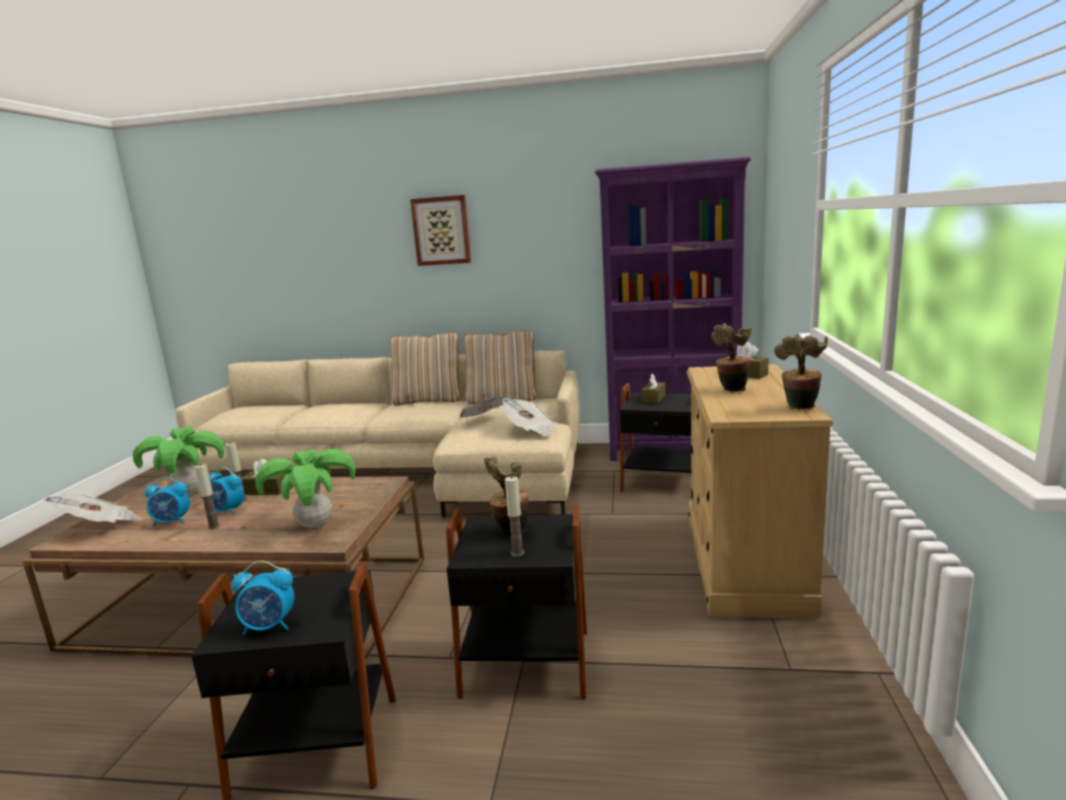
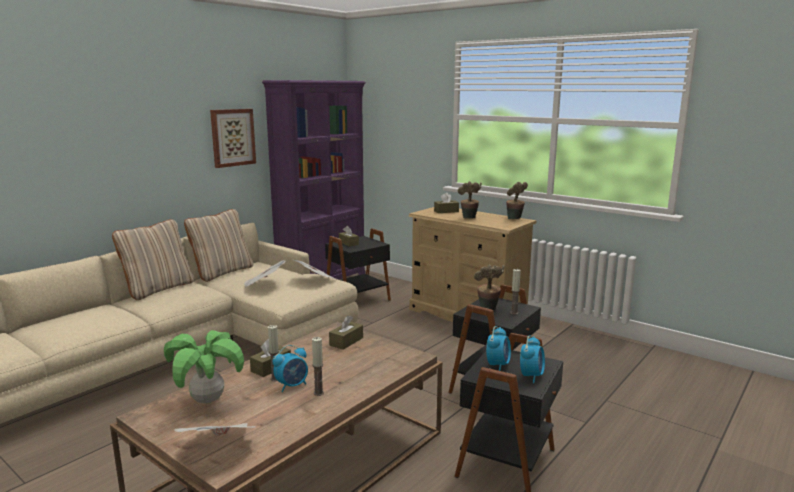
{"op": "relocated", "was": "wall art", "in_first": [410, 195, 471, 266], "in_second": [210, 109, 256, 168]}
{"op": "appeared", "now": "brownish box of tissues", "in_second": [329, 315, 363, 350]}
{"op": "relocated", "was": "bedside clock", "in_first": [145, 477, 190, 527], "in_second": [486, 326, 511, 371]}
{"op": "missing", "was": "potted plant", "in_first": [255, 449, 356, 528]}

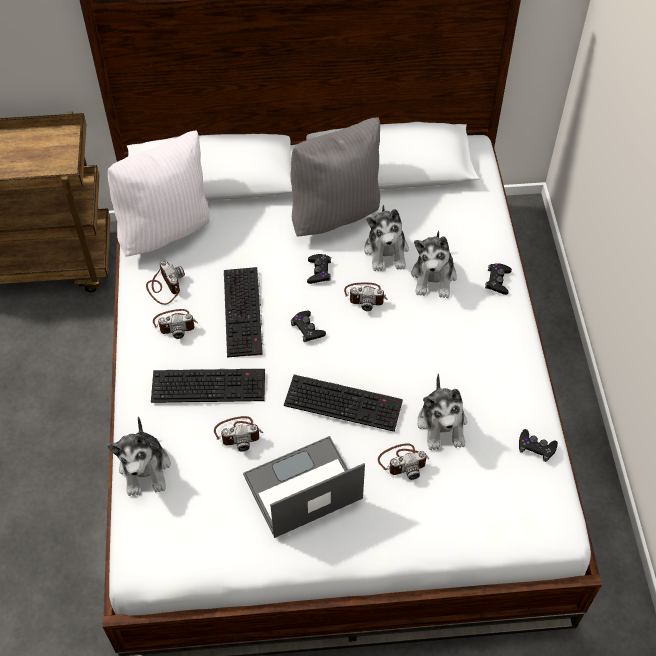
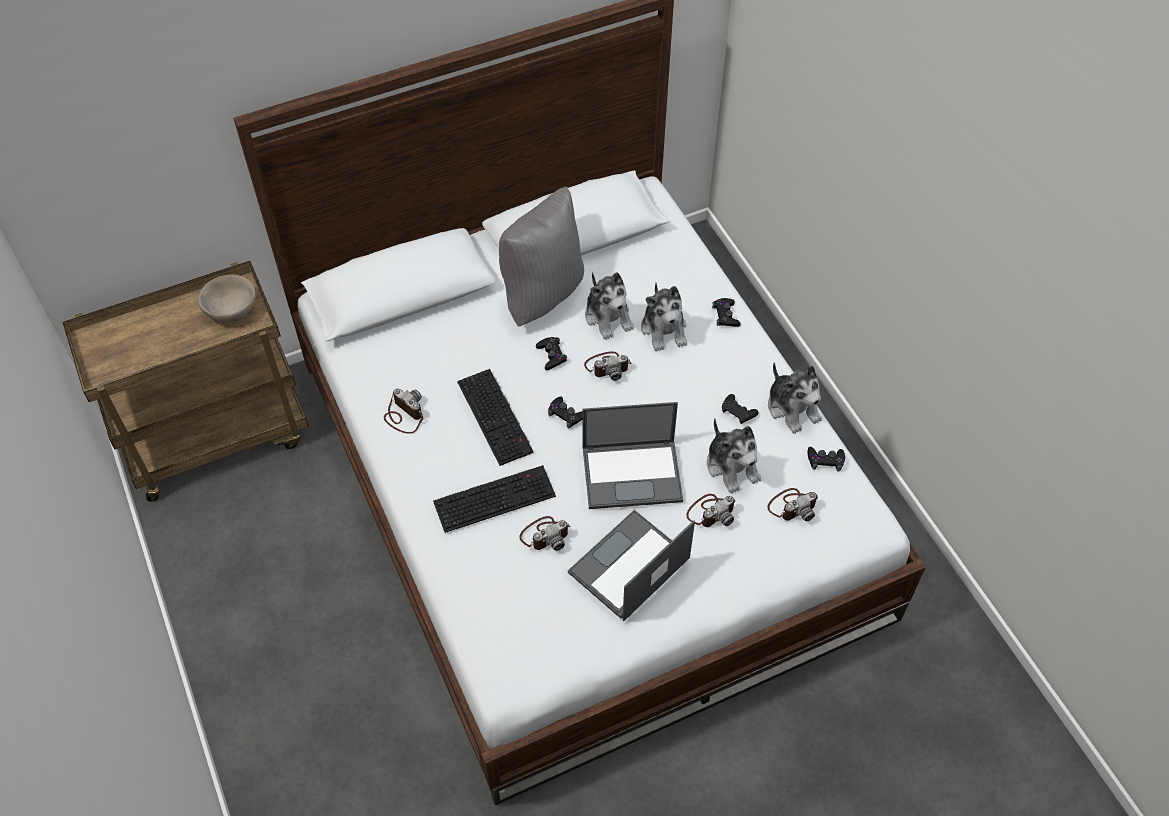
{"op": "appeared", "now": "beige-coloured deep dish", "in_second": [198, 274, 256, 322]}
{"op": "exchanged", "was": "computer keyboard", "now": "notebook computer", "in_first": [284, 375, 403, 432], "in_second": [583, 402, 683, 509]}
{"op": "appeared", "now": "black gamepad", "in_second": [722, 394, 759, 424]}
{"op": "relocated", "was": "photo camera", "in_first": [153, 309, 198, 339], "in_second": [767, 488, 818, 522]}
{"op": "relocated", "was": "soft toy", "in_first": [107, 416, 171, 496], "in_second": [768, 362, 822, 434]}
{"op": "missing", "was": "white throw pillow", "in_first": [108, 131, 210, 257]}

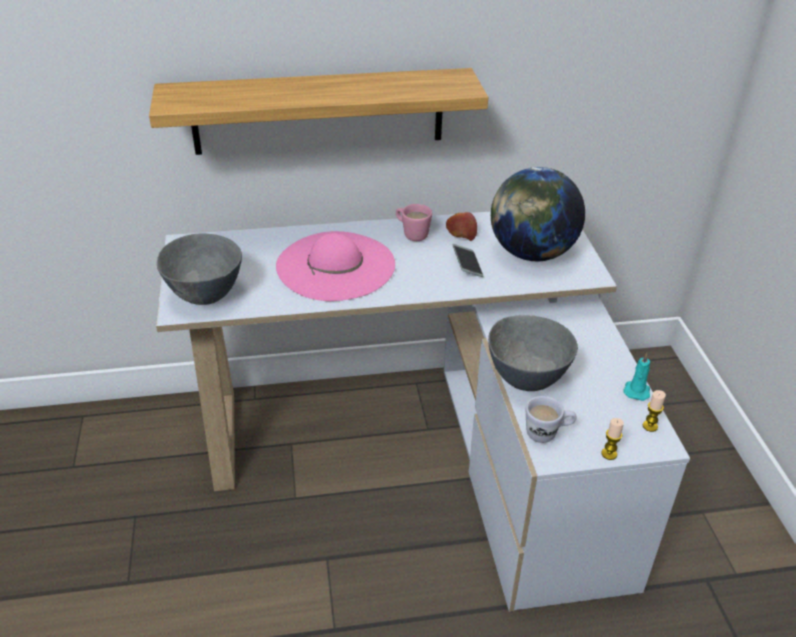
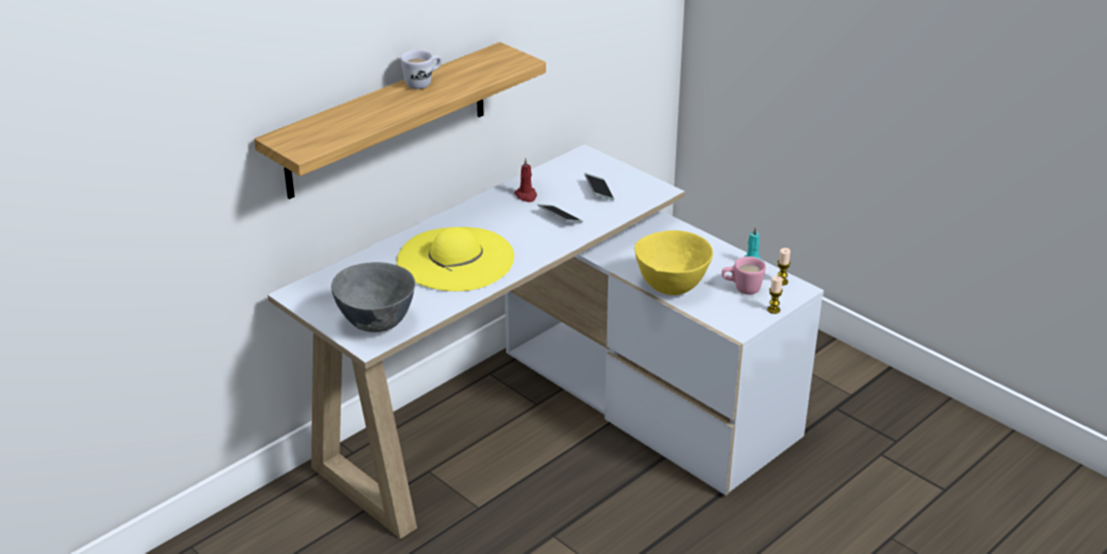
{"op": "colour", "was": "pink-coloured hat", "now": "yellow hat", "in_first": [276, 231, 395, 301], "in_second": [397, 227, 514, 291]}
{"op": "relocated", "was": "white mug", "in_first": [526, 396, 577, 443], "in_second": [400, 50, 442, 89]}
{"op": "exchanged", "was": "apple", "now": "red-coloured wax light", "in_first": [446, 212, 477, 241], "in_second": [514, 158, 537, 202]}
{"op": "exchanged", "was": "globe", "now": "phone", "in_first": [491, 167, 585, 261], "in_second": [584, 173, 614, 201]}
{"op": "colour", "was": "gray deep dish", "now": "yellow deep dish", "in_first": [488, 315, 578, 391], "in_second": [635, 230, 713, 295]}
{"op": "relocated", "was": "pink-coloured mug", "in_first": [396, 204, 432, 241], "in_second": [722, 256, 766, 295]}

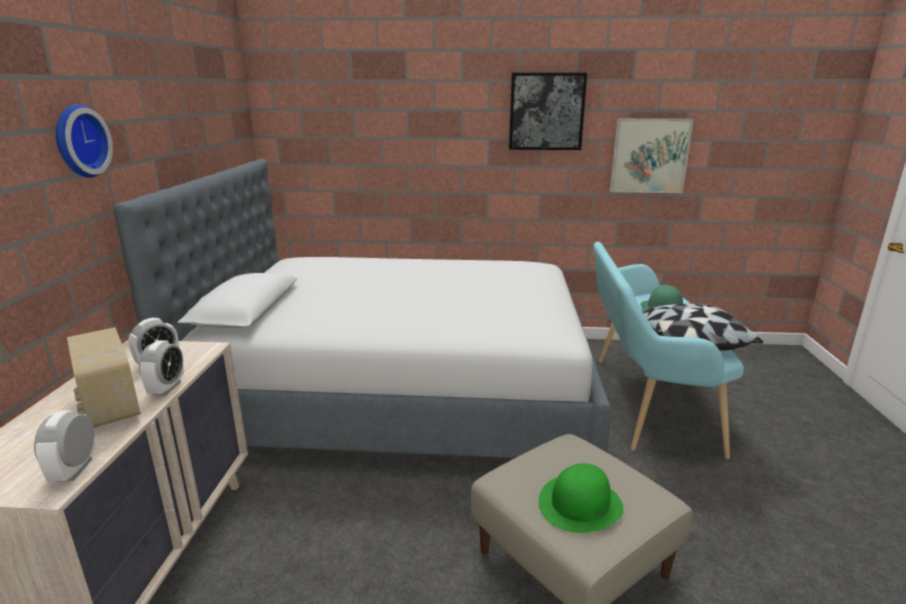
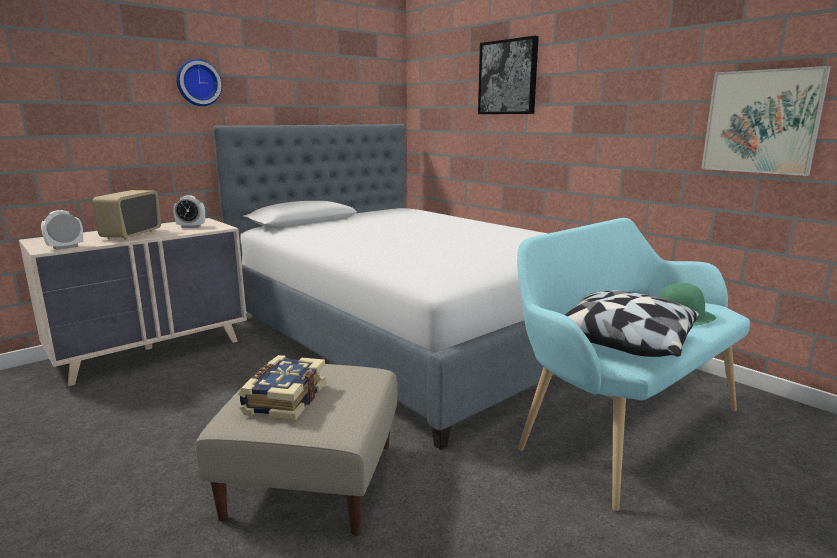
{"op": "exchanged", "was": "green-coloured hat", "now": "volume", "in_first": [538, 463, 623, 533], "in_second": [238, 355, 326, 421]}
{"op": "relocated", "was": "wall art", "in_first": [509, 73, 587, 150], "in_second": [478, 36, 539, 114]}
{"op": "missing", "was": "bedside clock", "in_first": [139, 340, 184, 396]}

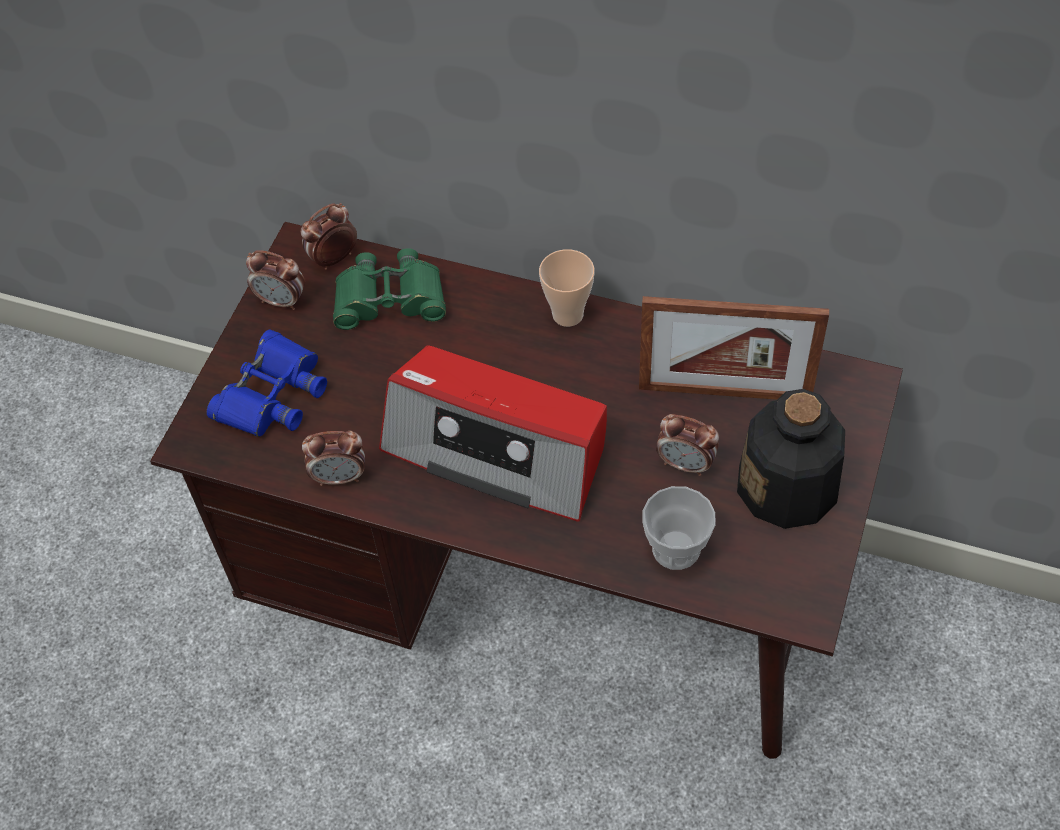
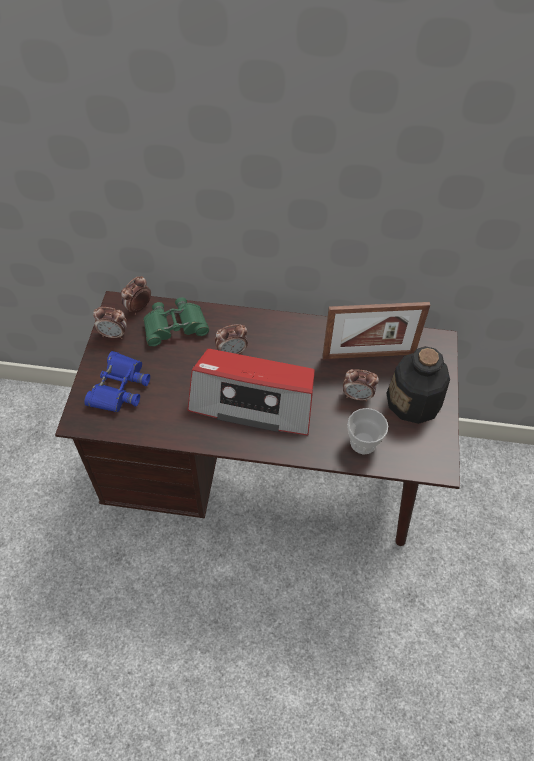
{"op": "relocated", "was": "bedside clock", "in_first": [302, 431, 365, 486], "in_second": [215, 324, 248, 354]}
{"op": "missing", "was": "drinking cup", "in_first": [539, 249, 595, 327]}

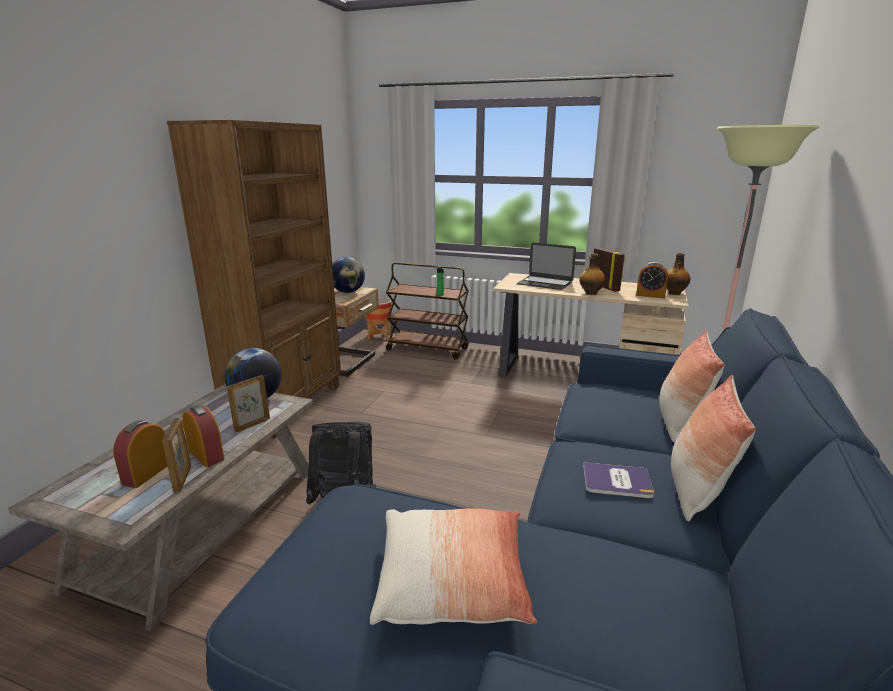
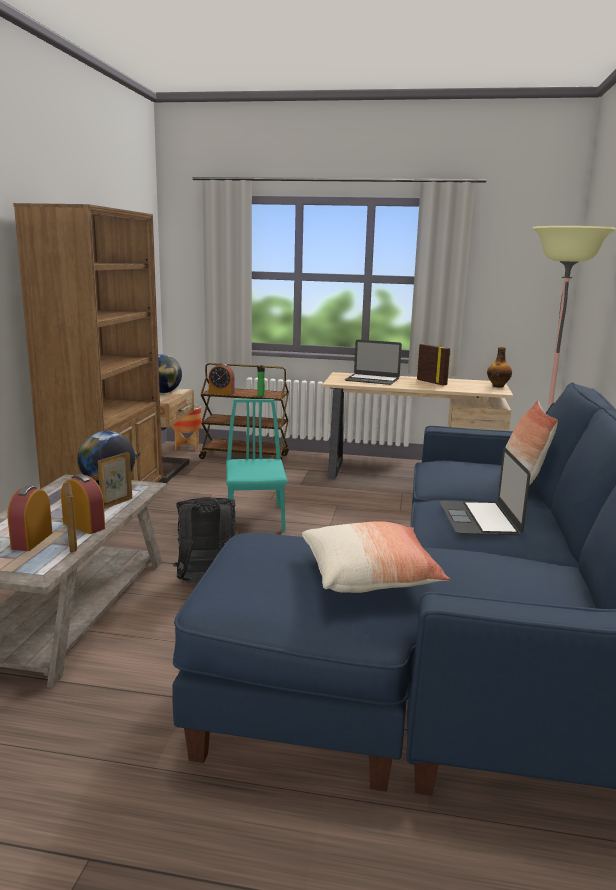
{"op": "relocated", "was": "bedside clock", "in_first": [636, 262, 668, 299], "in_second": [209, 363, 235, 395]}
{"op": "appeared", "now": "blue-green upright chair", "in_second": [226, 399, 287, 531]}
{"op": "exchanged", "was": "volume", "now": "notebook computer", "in_first": [583, 462, 654, 498], "in_second": [440, 447, 530, 535]}
{"op": "missing", "was": "beverage bottle", "in_first": [580, 253, 606, 295]}
{"op": "missing", "was": "throw pillow", "in_first": [671, 375, 756, 521]}

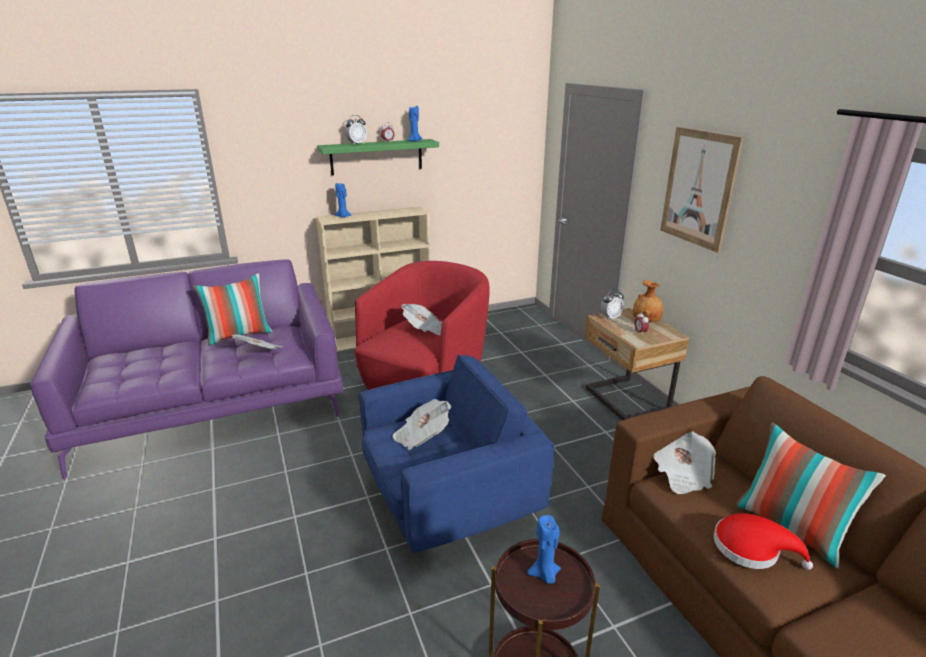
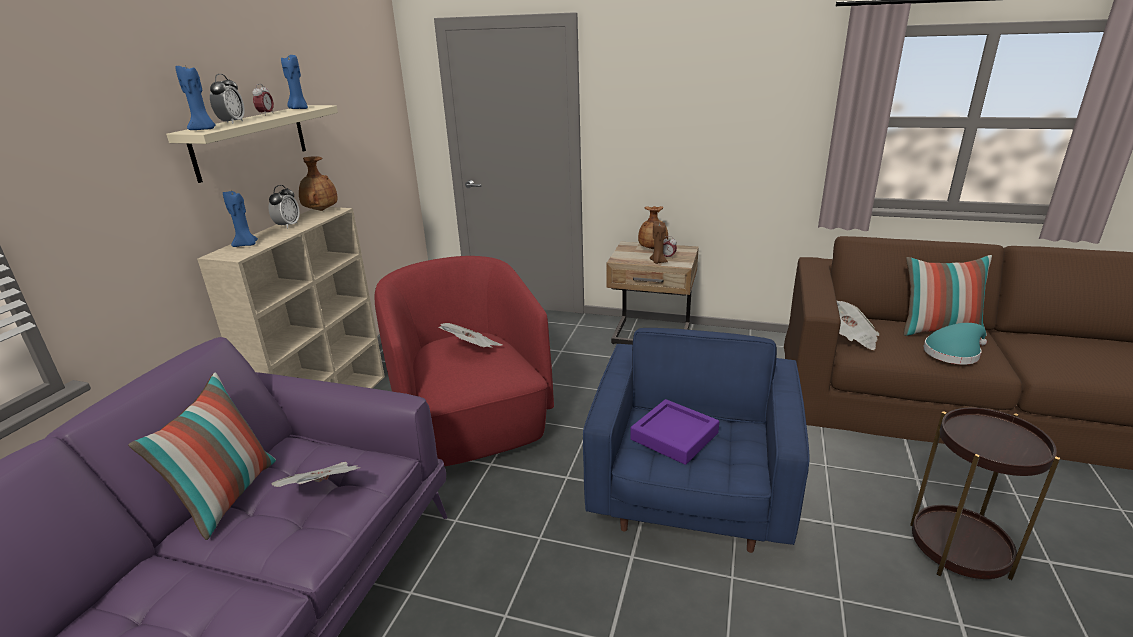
{"op": "colour", "was": "green-coloured wall shelf", "now": "beige-coloured wall shelf", "in_first": [317, 139, 439, 175], "in_second": [166, 105, 338, 183]}
{"op": "relocated", "was": "blue-coloured wax light", "in_first": [527, 515, 561, 584], "in_second": [175, 65, 216, 130]}
{"op": "relocated", "was": "bedside clock", "in_first": [600, 289, 624, 320], "in_second": [269, 185, 300, 229]}
{"op": "appeared", "now": "brownish vase", "in_second": [299, 156, 338, 211]}
{"op": "exchanged", "was": "daily paper", "now": "purplish serving tray", "in_first": [392, 399, 451, 450], "in_second": [630, 399, 719, 465]}
{"op": "appeared", "now": "brownish wax light", "in_second": [650, 221, 668, 264]}
{"op": "colour", "was": "red-coloured hat", "now": "blue-green hat", "in_first": [714, 513, 813, 570], "in_second": [923, 323, 987, 365]}
{"op": "missing", "was": "wall art", "in_first": [661, 127, 743, 253]}

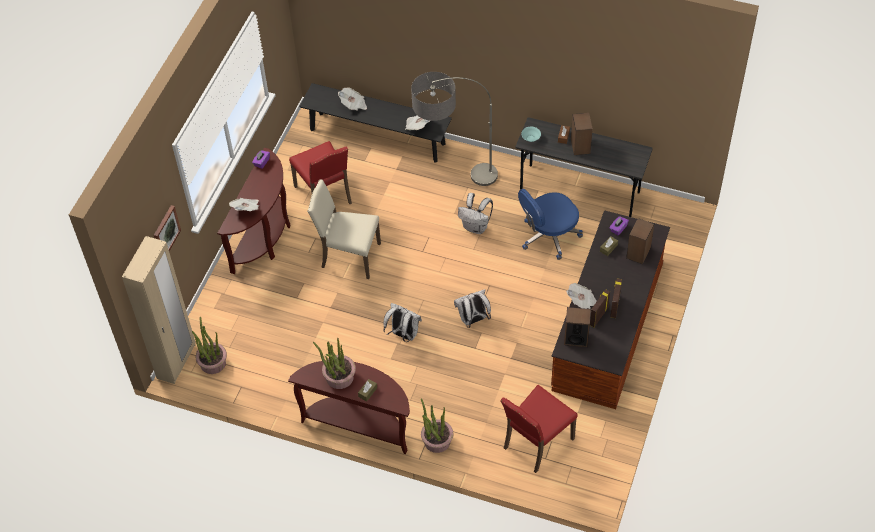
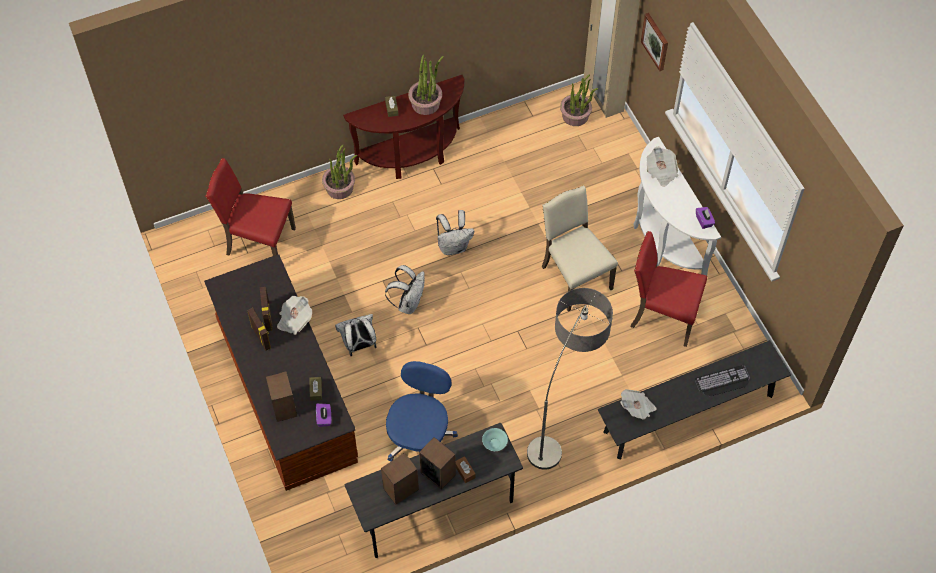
{"op": "spun", "was": "red-coloured upright chair", "in_first": [500, 385, 578, 473], "in_second": [205, 158, 296, 256], "clockwise": -75}
{"op": "relocated", "was": "white rucksack", "in_first": [458, 193, 493, 234], "in_second": [335, 314, 376, 356]}
{"op": "relocated", "was": "audio speaker", "in_first": [564, 307, 591, 347], "in_second": [381, 453, 419, 505]}
{"op": "spun", "was": "beige-coloured upright chair", "in_first": [307, 179, 381, 279], "in_second": [542, 185, 618, 312], "clockwise": -90}
{"op": "colour", "was": "brownish hall table", "now": "white hall table", "in_first": [217, 148, 290, 274], "in_second": [633, 137, 721, 276]}
{"op": "exchanged", "was": "daily paper", "now": "computer keyboard", "in_first": [338, 87, 367, 111], "in_second": [695, 365, 750, 396]}

